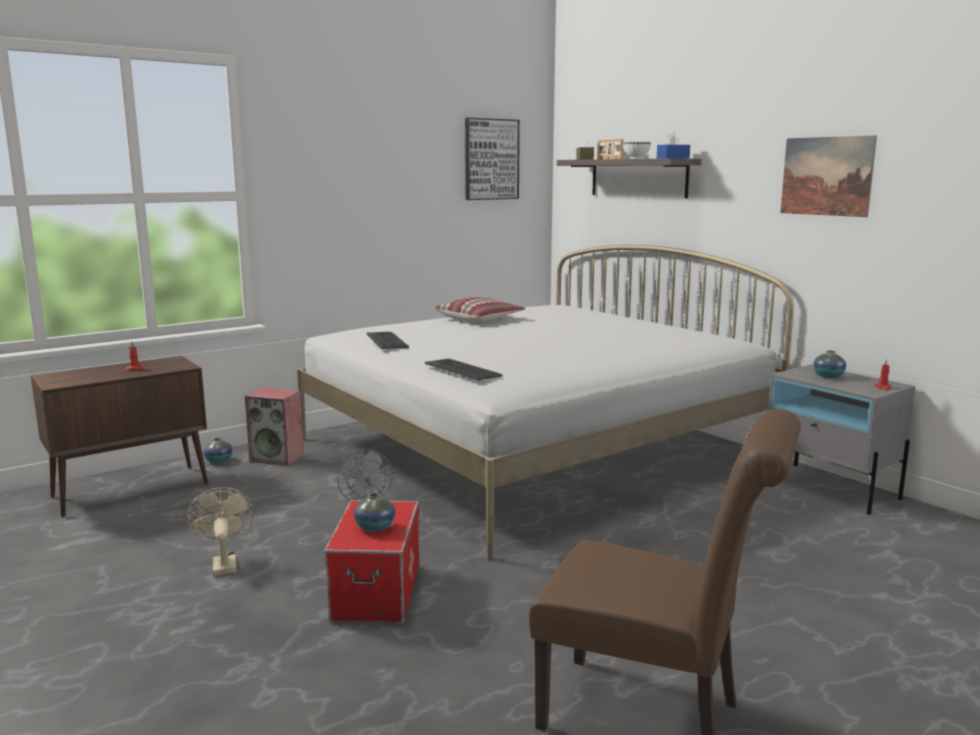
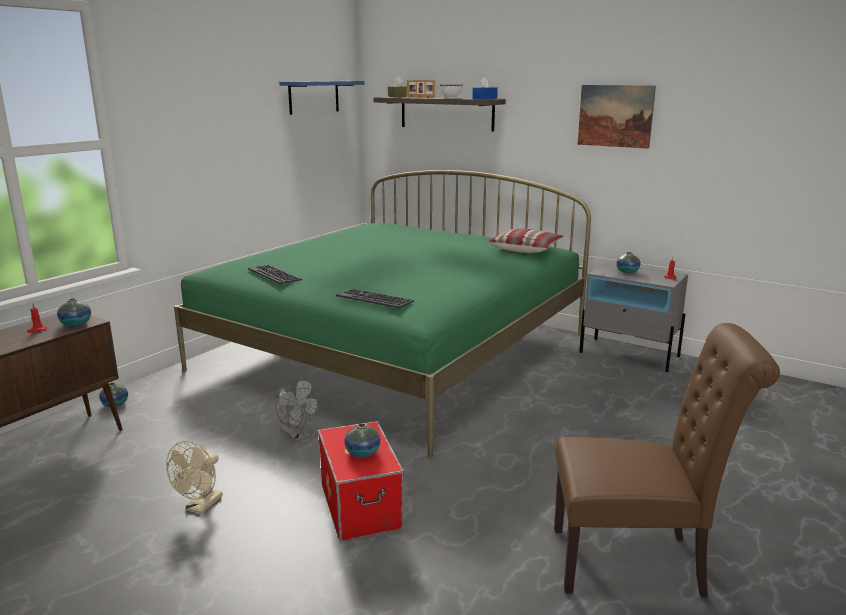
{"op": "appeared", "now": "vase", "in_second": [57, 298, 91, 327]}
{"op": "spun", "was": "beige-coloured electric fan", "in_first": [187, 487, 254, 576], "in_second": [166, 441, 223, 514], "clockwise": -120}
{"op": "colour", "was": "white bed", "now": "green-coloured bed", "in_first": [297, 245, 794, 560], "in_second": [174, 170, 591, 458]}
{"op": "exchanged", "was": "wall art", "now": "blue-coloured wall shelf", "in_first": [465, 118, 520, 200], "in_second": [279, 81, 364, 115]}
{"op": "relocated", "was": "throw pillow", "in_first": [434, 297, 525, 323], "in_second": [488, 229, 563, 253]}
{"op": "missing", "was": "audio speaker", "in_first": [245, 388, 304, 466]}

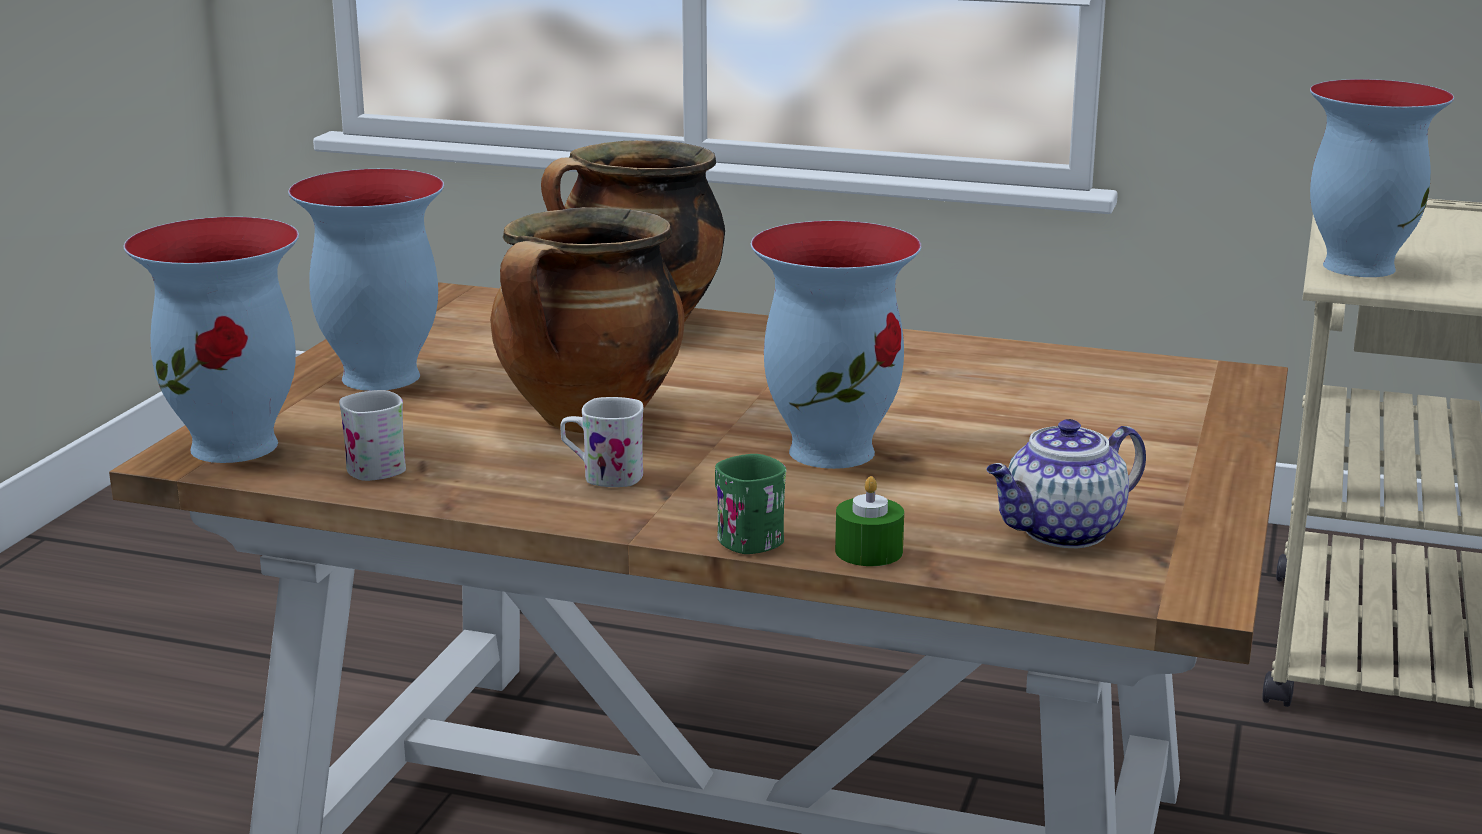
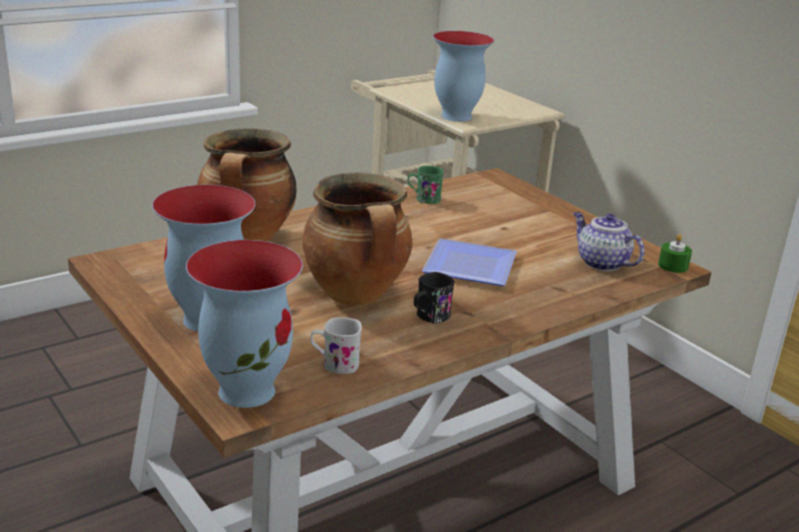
{"op": "relocated", "was": "green-coloured mug", "in_first": [715, 454, 787, 554], "in_second": [407, 166, 444, 204]}
{"op": "colour", "was": "white mug", "now": "black mug", "in_first": [561, 397, 643, 487], "in_second": [414, 272, 455, 324]}
{"op": "exchanged", "was": "vase", "now": "flat dish", "in_first": [751, 221, 922, 469], "in_second": [422, 239, 517, 286]}
{"op": "spun", "was": "tea pot", "in_first": [986, 419, 1146, 548], "in_second": [573, 212, 645, 271], "clockwise": 135}
{"op": "relocated", "was": "green-coloured wax light", "in_first": [835, 476, 904, 566], "in_second": [658, 234, 692, 273]}

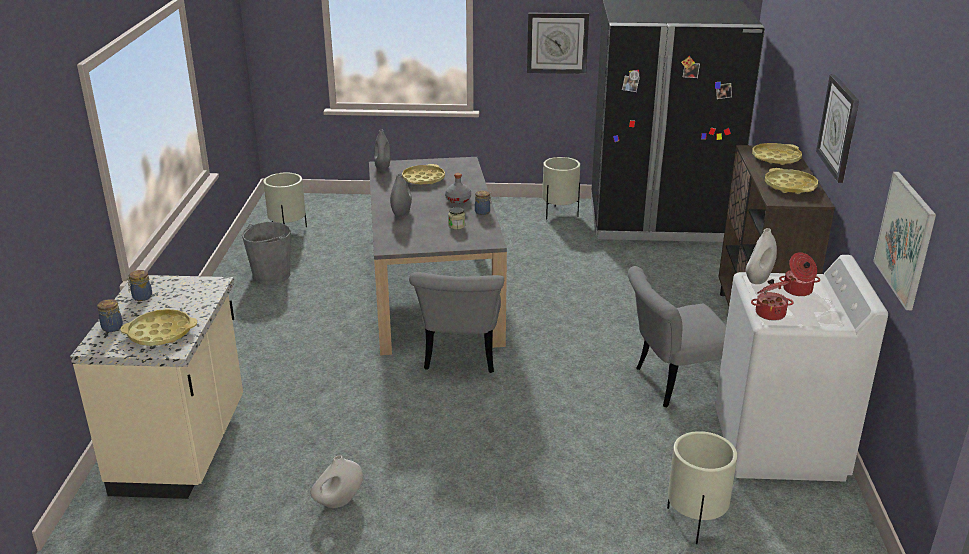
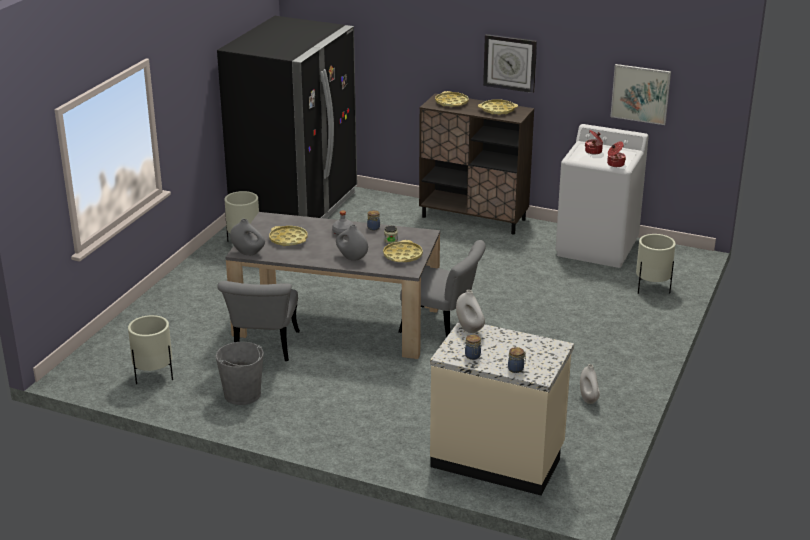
{"op": "relocated", "was": "gray upright chair", "in_first": [628, 266, 726, 408], "in_second": [217, 281, 300, 361]}
{"op": "relocated", "was": "yellow serving tray", "in_first": [121, 309, 197, 346], "in_second": [383, 240, 423, 262]}
{"op": "relocated", "was": "white vase", "in_first": [746, 228, 777, 284], "in_second": [456, 290, 485, 333]}
{"op": "missing", "was": "clock on the wall", "in_first": [527, 13, 589, 74]}

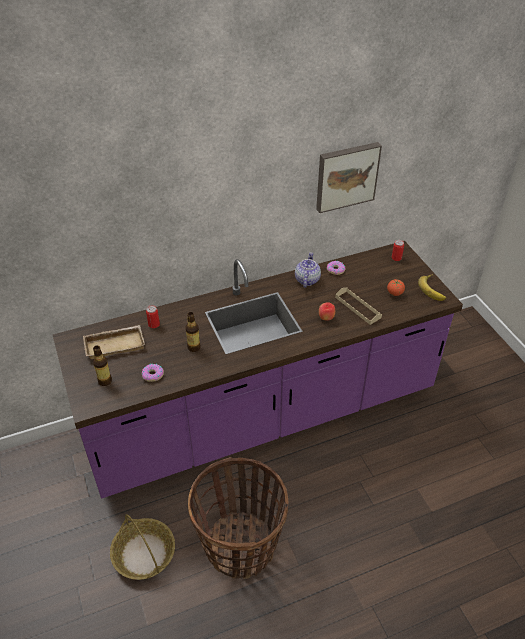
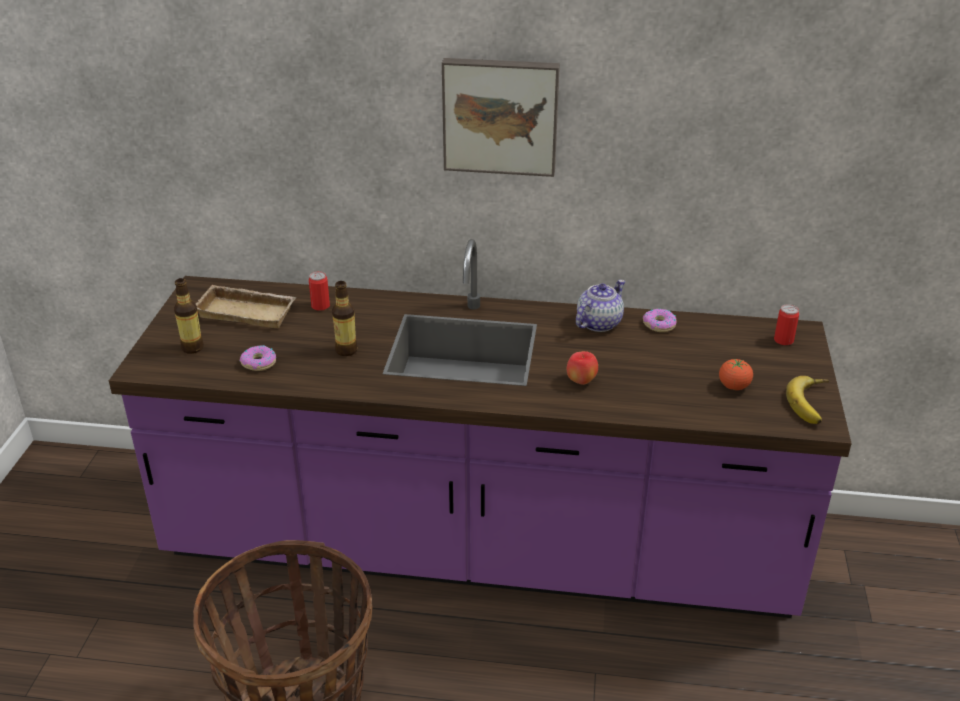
{"op": "relocated", "was": "wall art", "in_first": [316, 142, 382, 213], "in_second": [442, 58, 560, 177]}
{"op": "missing", "was": "basket", "in_first": [110, 514, 175, 580]}
{"op": "missing", "was": "beige-coloured serving tray", "in_first": [335, 288, 382, 325]}

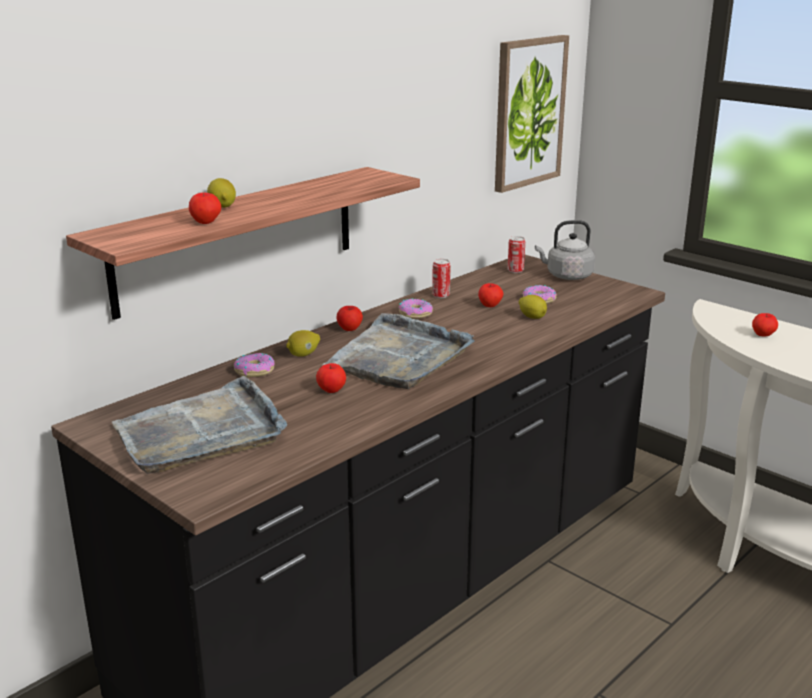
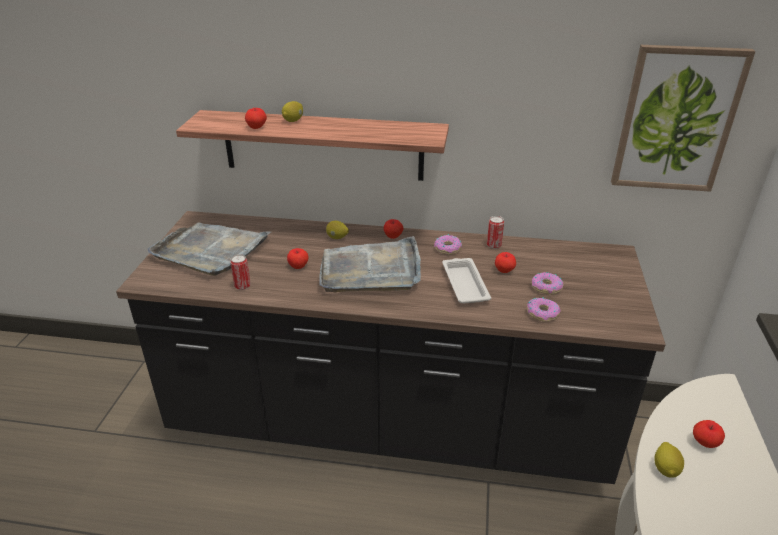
{"op": "relocated", "was": "metal can", "in_first": [507, 236, 525, 273], "in_second": [230, 254, 251, 290]}
{"op": "appeared", "now": "white serving tray", "in_second": [442, 258, 491, 303]}
{"op": "relocated", "was": "ring doughnut", "in_first": [234, 353, 275, 378], "in_second": [527, 297, 561, 322]}
{"op": "relocated", "was": "lemon", "in_first": [519, 295, 547, 319], "in_second": [654, 442, 684, 478]}
{"op": "missing", "was": "gray kettle", "in_first": [535, 220, 595, 280]}

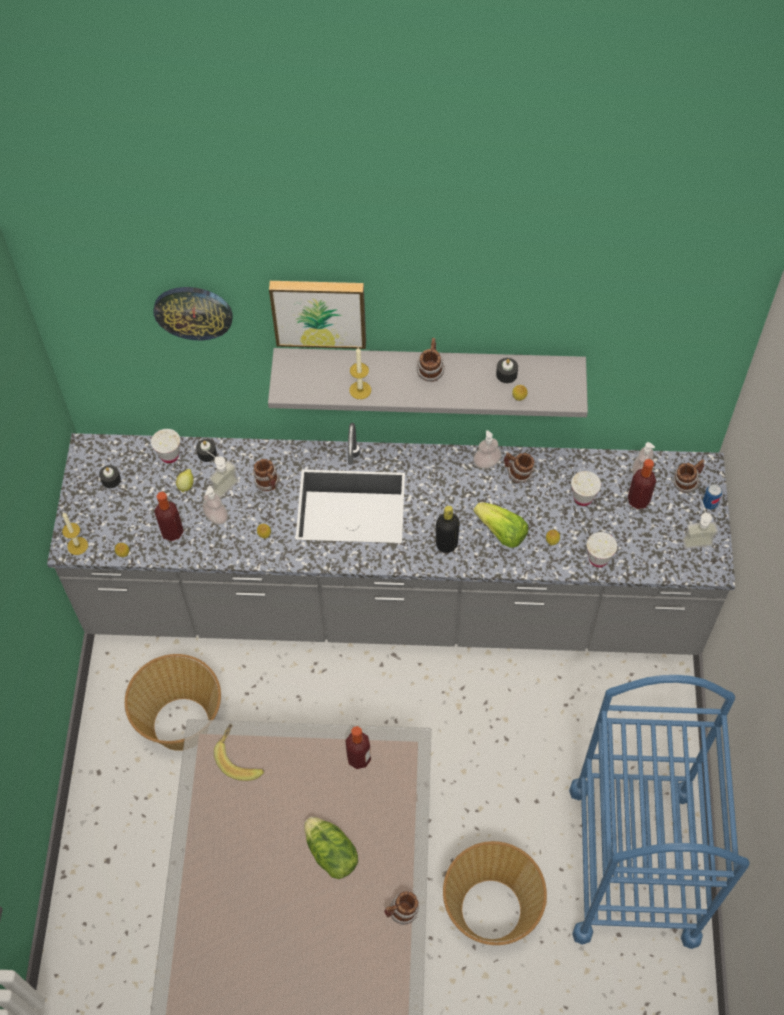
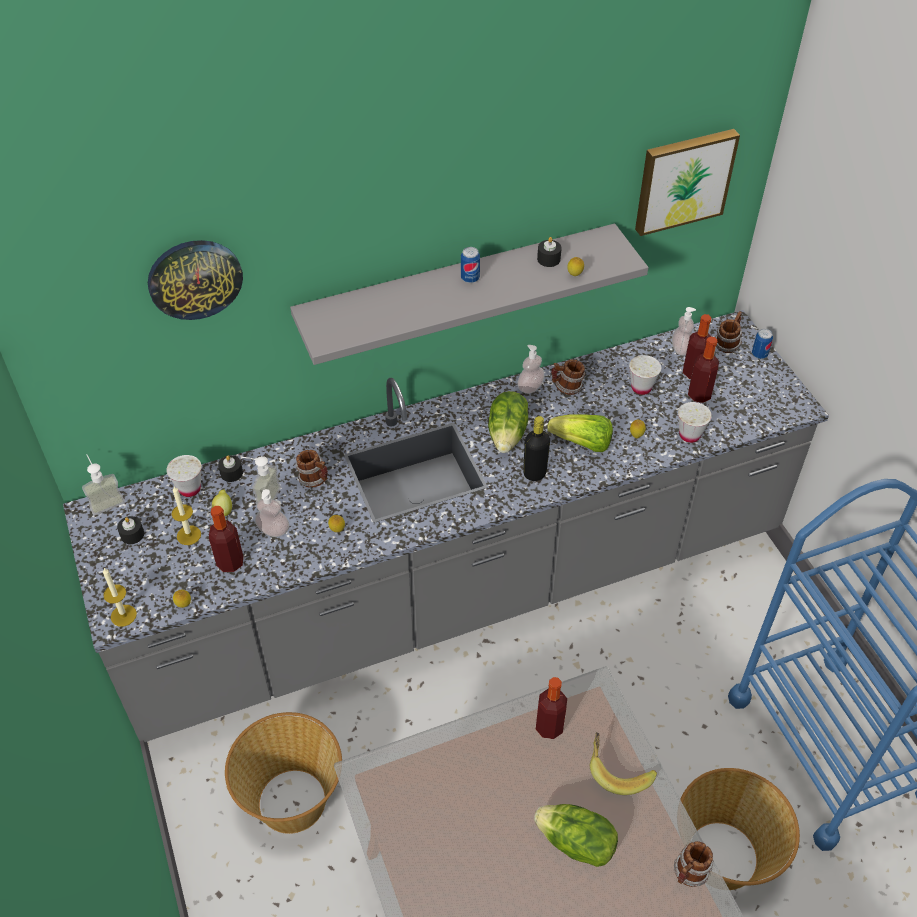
{"op": "relocated", "was": "liquid soap bottle", "in_first": [683, 502, 718, 549], "in_second": [82, 454, 125, 515]}
{"op": "relocated", "was": "wax light", "in_first": [349, 348, 371, 399], "in_second": [171, 486, 201, 545]}
{"op": "exchanged", "was": "mug", "now": "metal can", "in_first": [417, 338, 445, 382], "in_second": [461, 247, 480, 283]}
{"op": "appeared", "now": "head of lettuce", "in_second": [488, 391, 528, 453]}
{"op": "relocated", "was": "whole banana", "in_first": [214, 724, 264, 781], "in_second": [590, 732, 657, 795]}
{"op": "relocated", "was": "wall art", "in_first": [269, 281, 366, 349], "in_second": [635, 129, 740, 236]}
{"op": "appeared", "now": "beverage bottle", "in_second": [688, 337, 719, 403]}

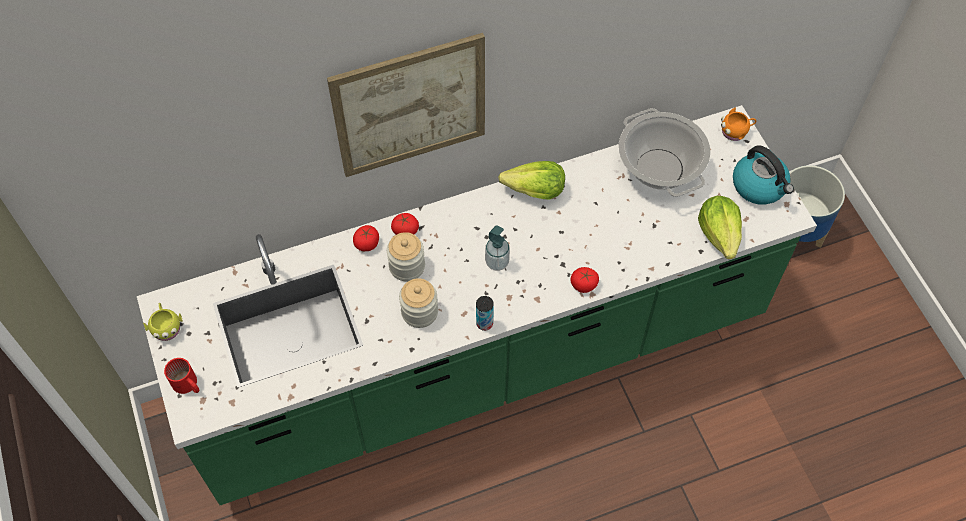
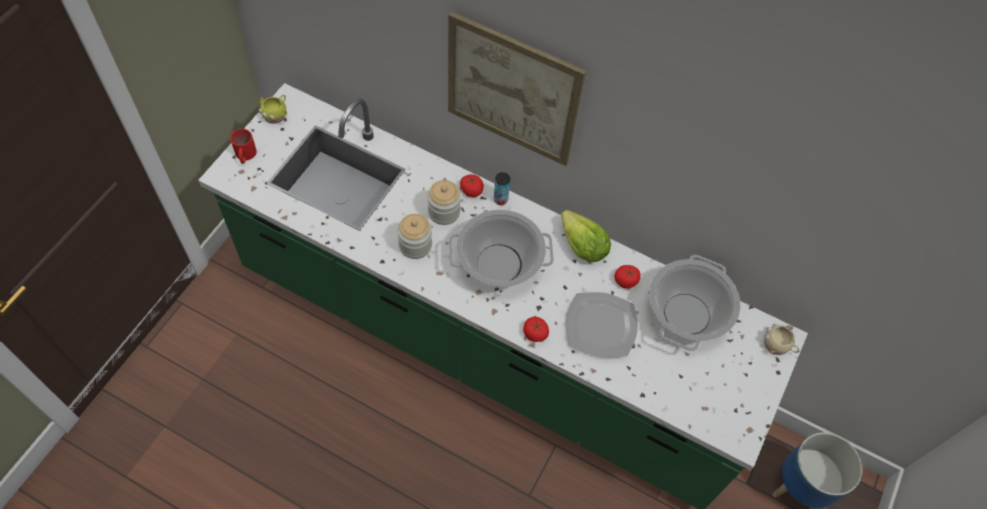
{"op": "exchanged", "was": "liquid soap bottle", "now": "saucepot", "in_first": [485, 225, 510, 271], "in_second": [449, 209, 554, 287]}
{"op": "relocated", "was": "metal can", "in_first": [476, 296, 494, 331], "in_second": [494, 172, 510, 205]}
{"op": "appeared", "now": "flat dish", "in_second": [565, 292, 638, 358]}
{"op": "relocated", "was": "whole tomato", "in_first": [353, 225, 379, 251], "in_second": [614, 265, 641, 289]}
{"op": "colour", "was": "orange-coloured mug", "now": "beige-coloured mug", "in_first": [721, 108, 757, 141], "in_second": [764, 324, 800, 355]}
{"op": "missing", "was": "head of lettuce", "in_first": [698, 196, 742, 259]}
{"op": "missing", "was": "kettle", "in_first": [733, 145, 794, 205]}

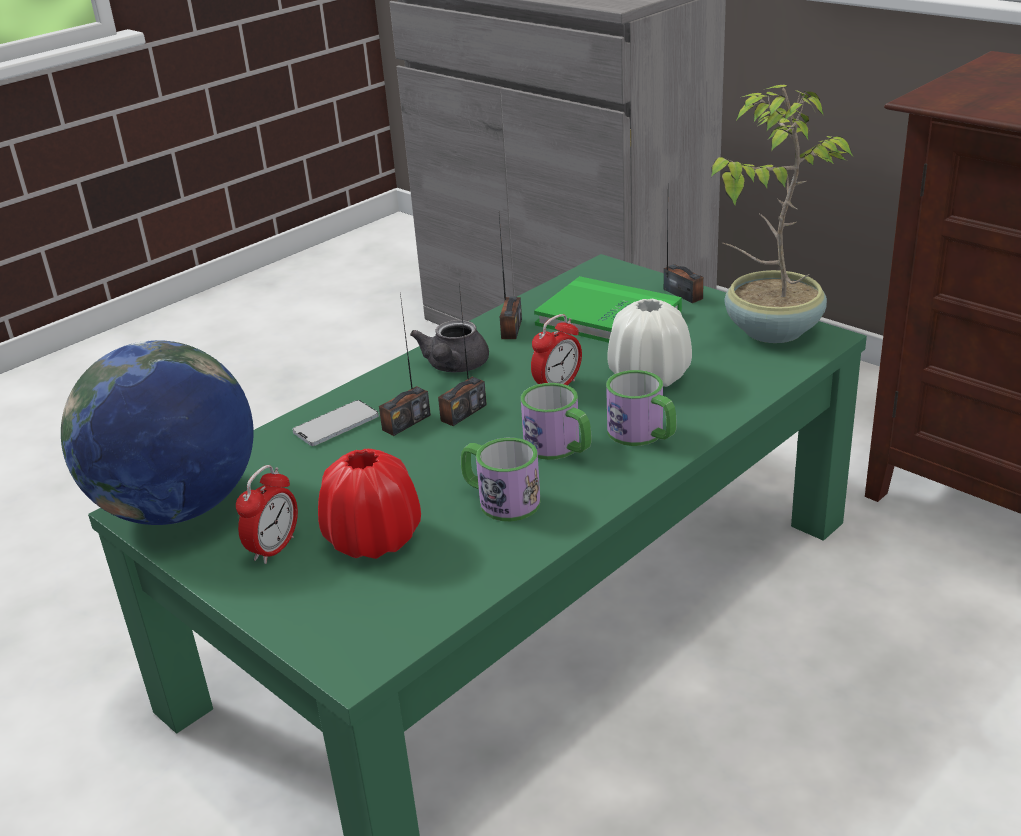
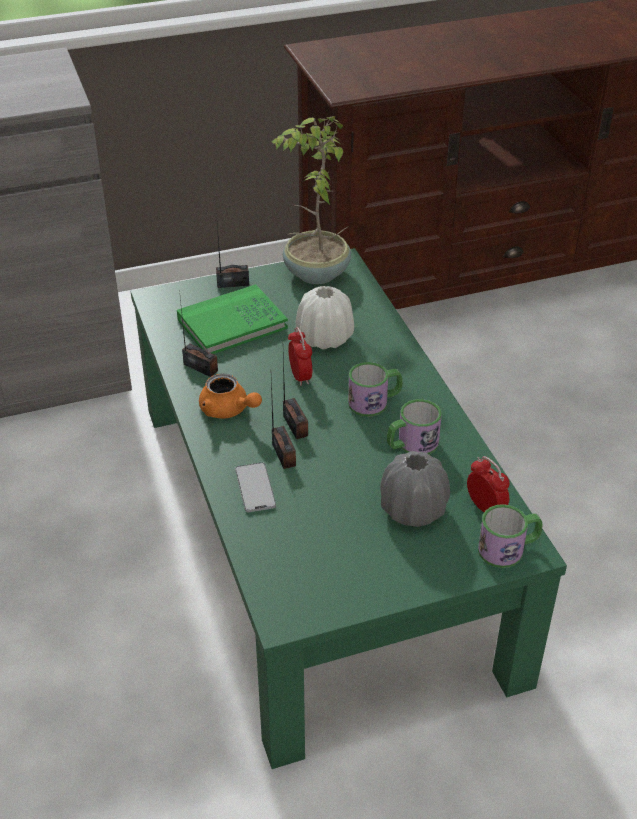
{"op": "colour", "was": "gray tea pot", "now": "orange-coloured tea pot", "in_first": [410, 320, 489, 372], "in_second": [199, 373, 262, 419]}
{"op": "colour", "was": "red-coloured vase", "now": "gray vase", "in_first": [318, 449, 421, 559], "in_second": [380, 451, 450, 527]}
{"op": "relocated", "was": "bedside clock", "in_first": [236, 465, 298, 564], "in_second": [467, 456, 510, 512]}
{"op": "relocated", "was": "mug", "in_first": [606, 370, 677, 446], "in_second": [478, 504, 542, 568]}
{"op": "missing", "was": "globe", "in_first": [61, 340, 253, 525]}

